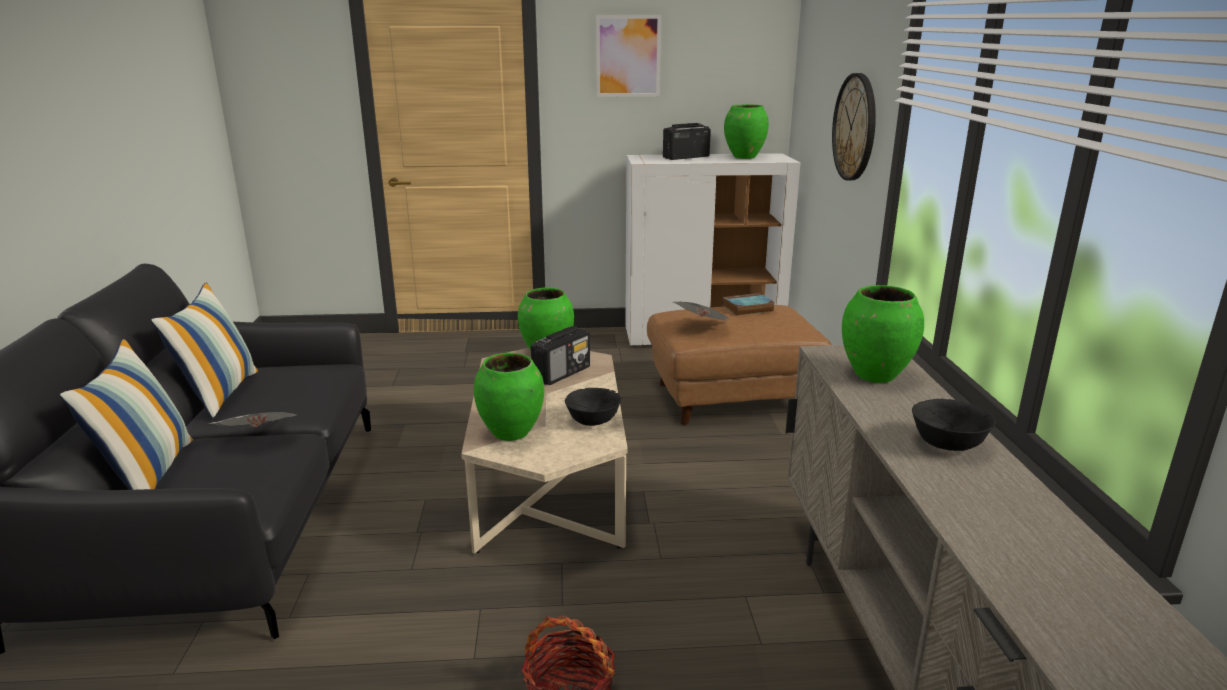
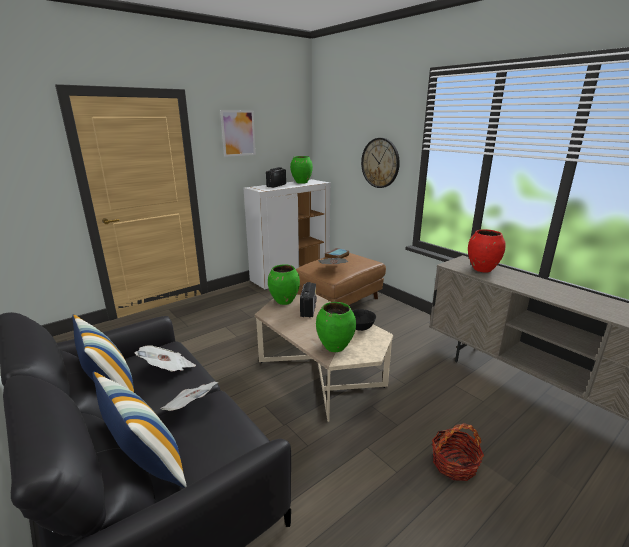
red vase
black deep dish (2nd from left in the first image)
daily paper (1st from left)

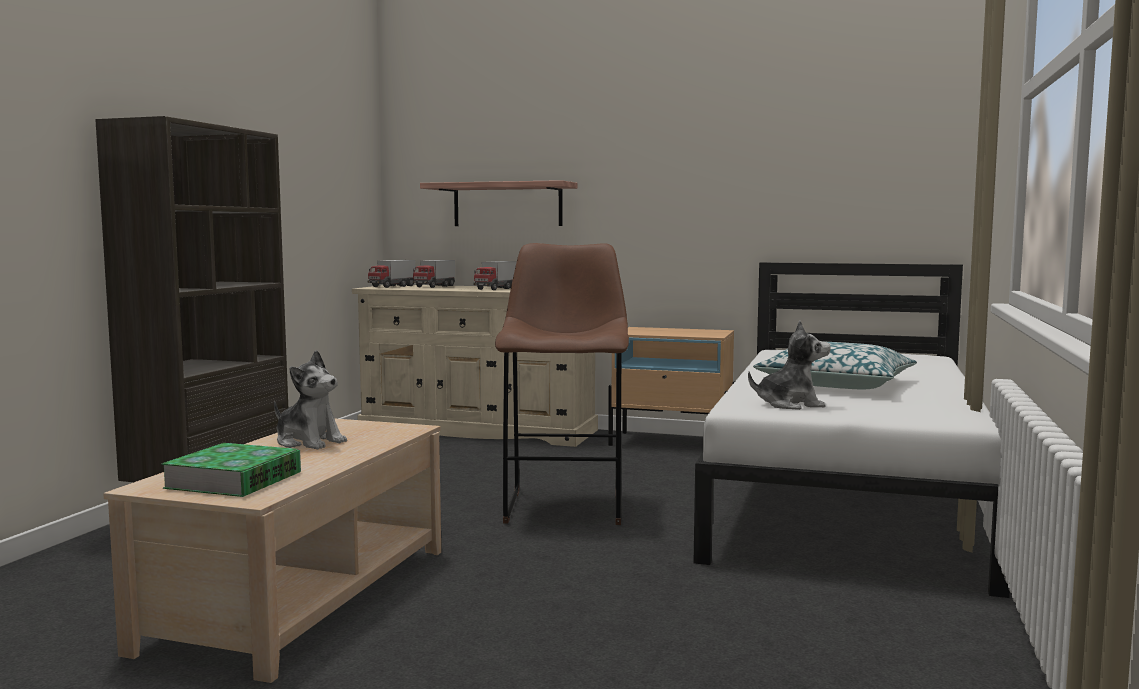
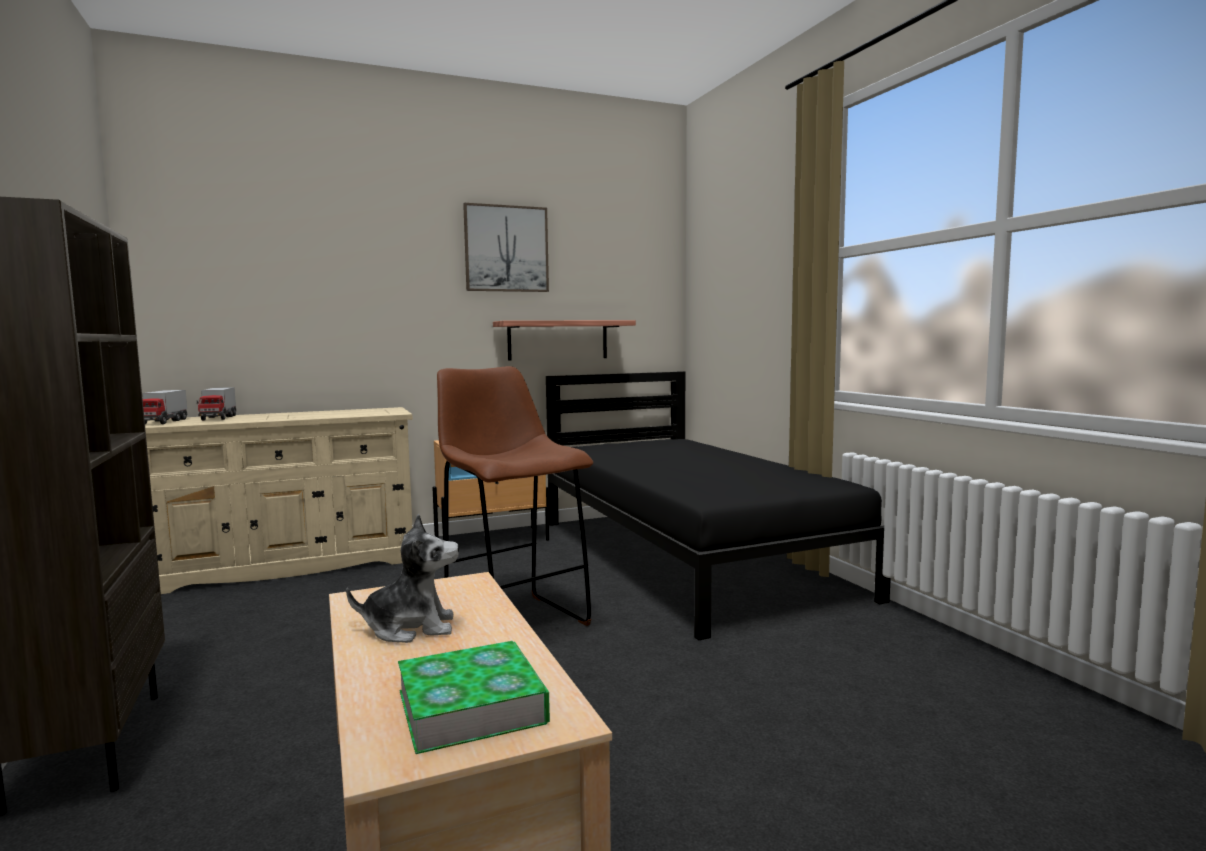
wall shelf
toy lorry (3rd from left in the first image)
black bedroom bed
plush toy (2nd from left in the first image)
pillow
picture

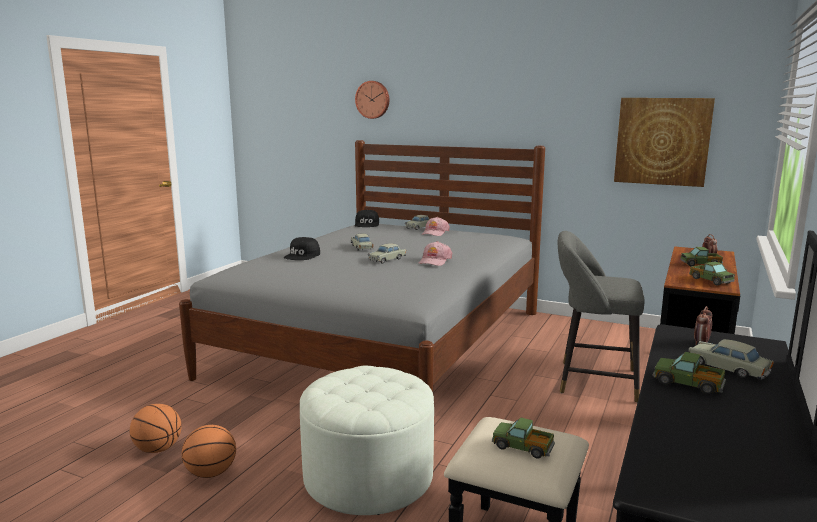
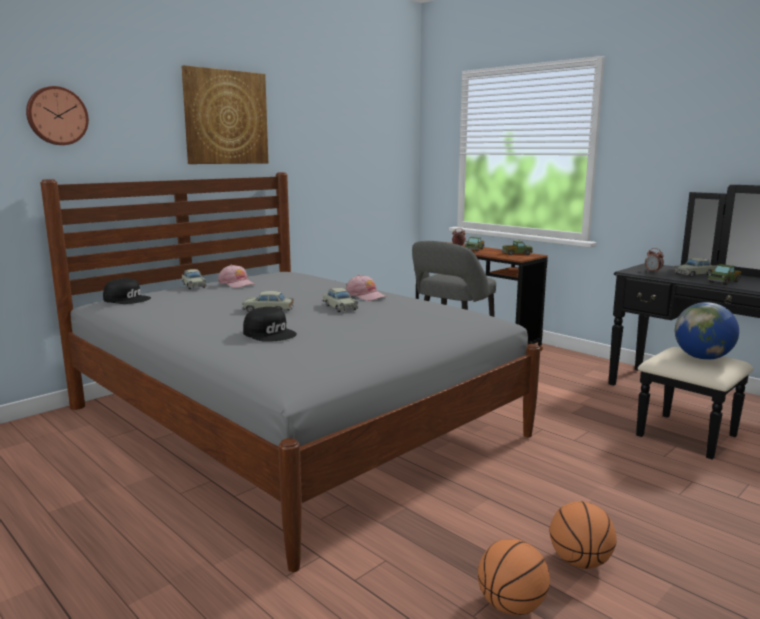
picture
whitish footrest
globe

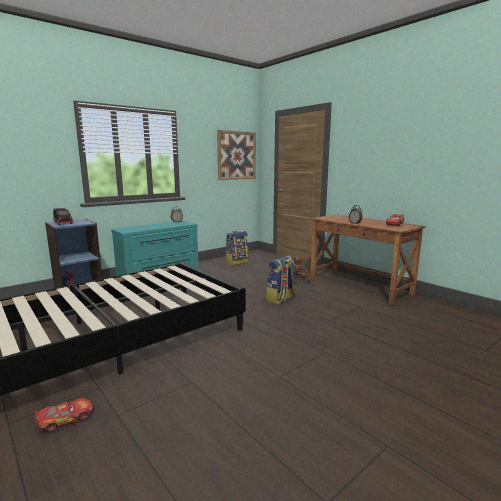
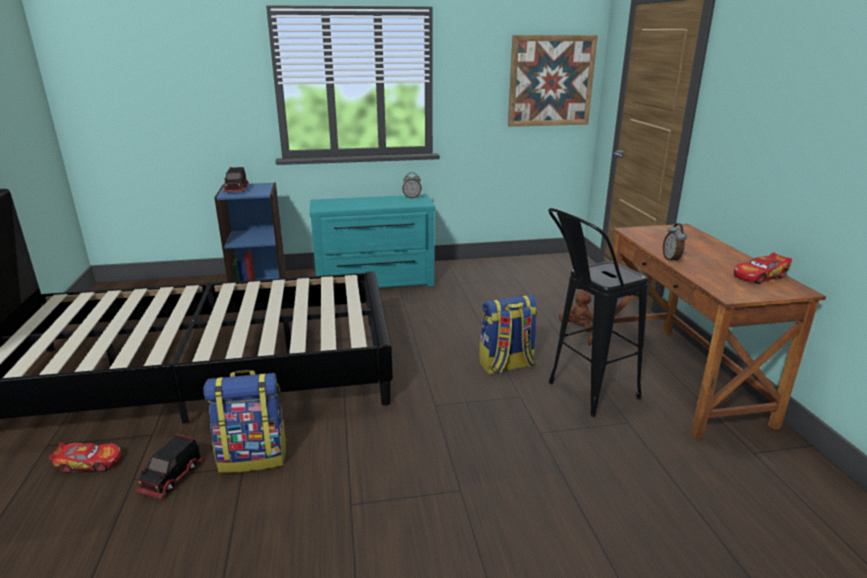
rucksack (1st from left)
black stool seat
toy lorry (1st from left)

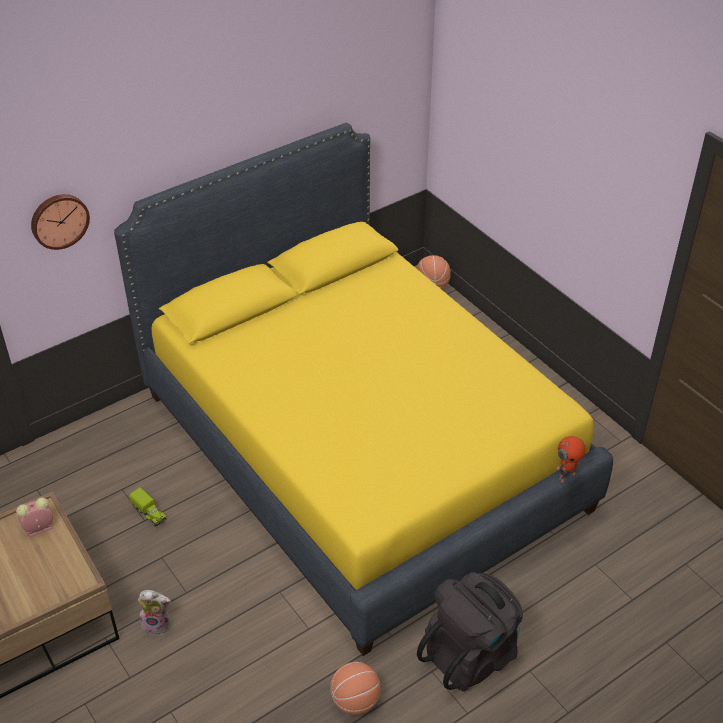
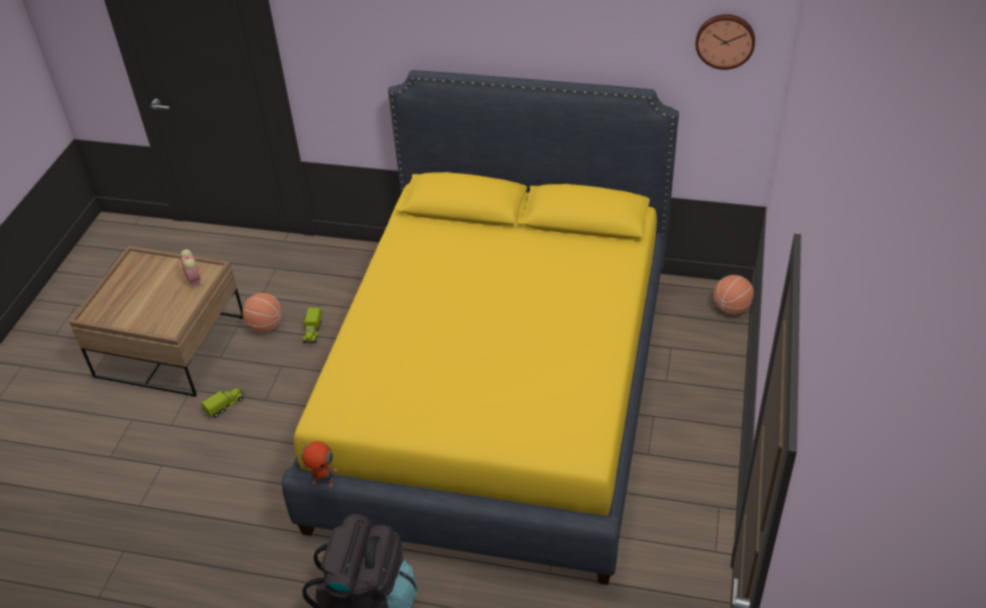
hanging clock
robot figure
bedside clock
toy lorry (1st from left)
basketball ball (1st from left)

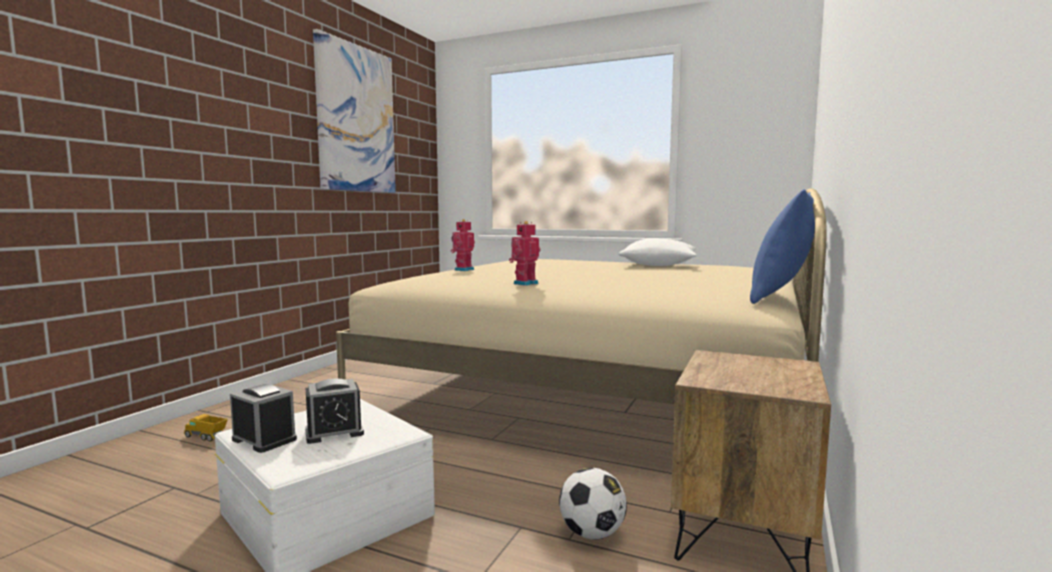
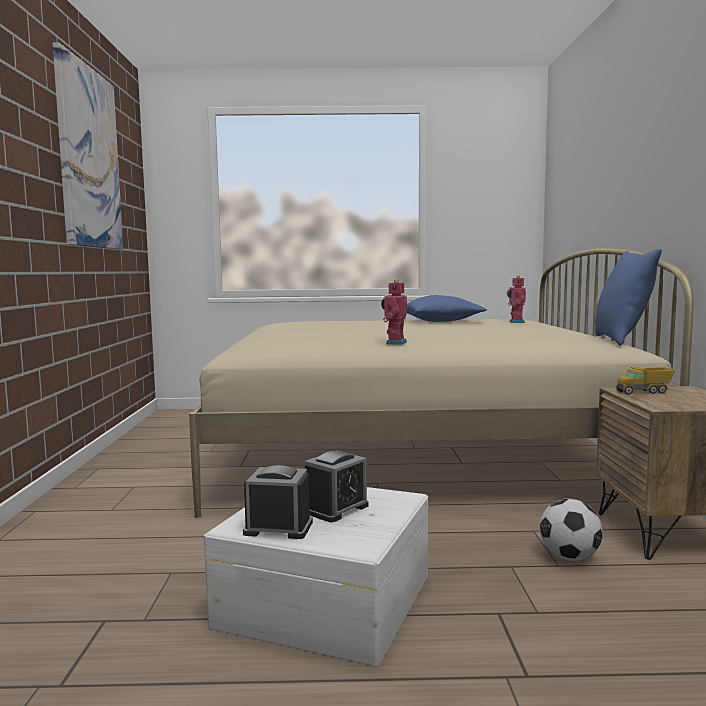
robot figure (2nd from left)
blue-coloured pillow (1st from left)
toy lorry

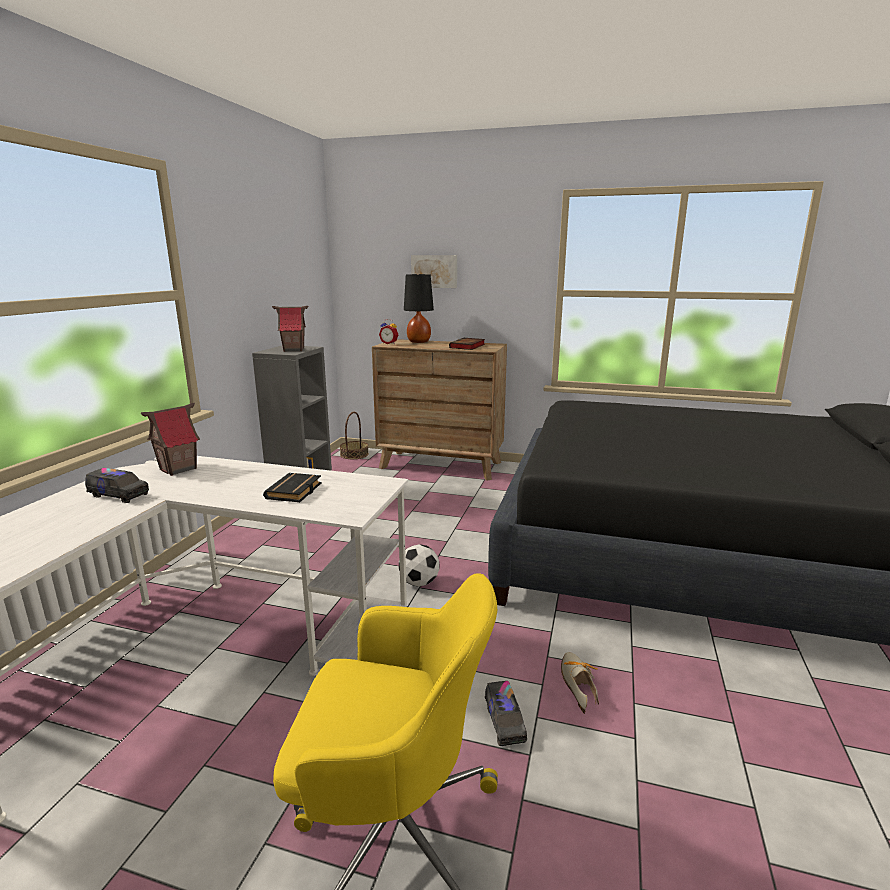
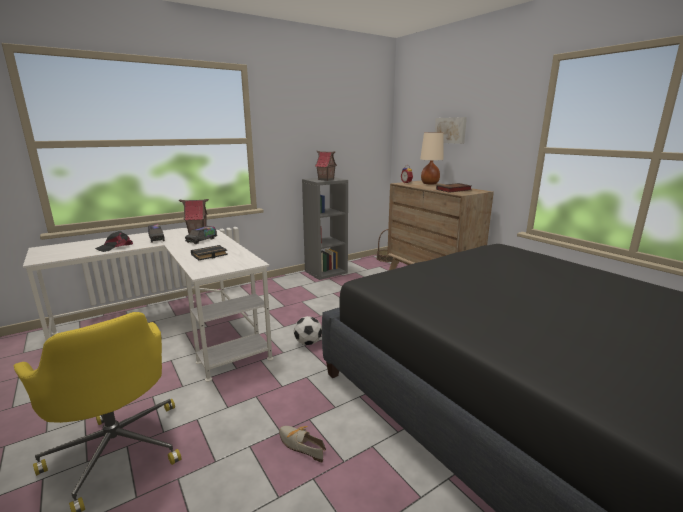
sand-coloured table lamp
item of footwear
toy lorry (2nd from left)
black cap

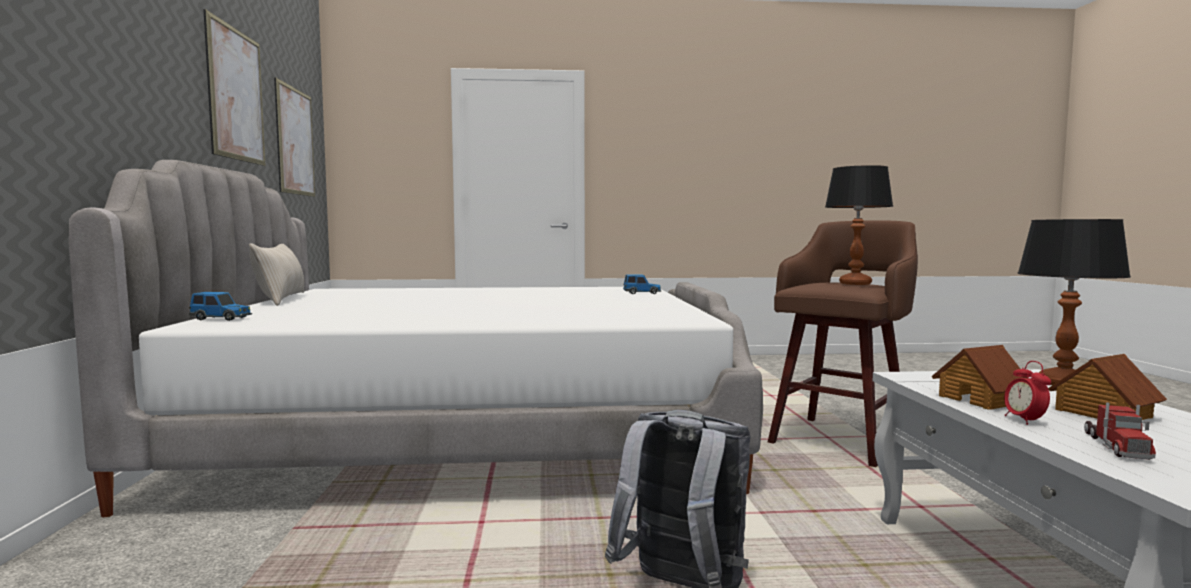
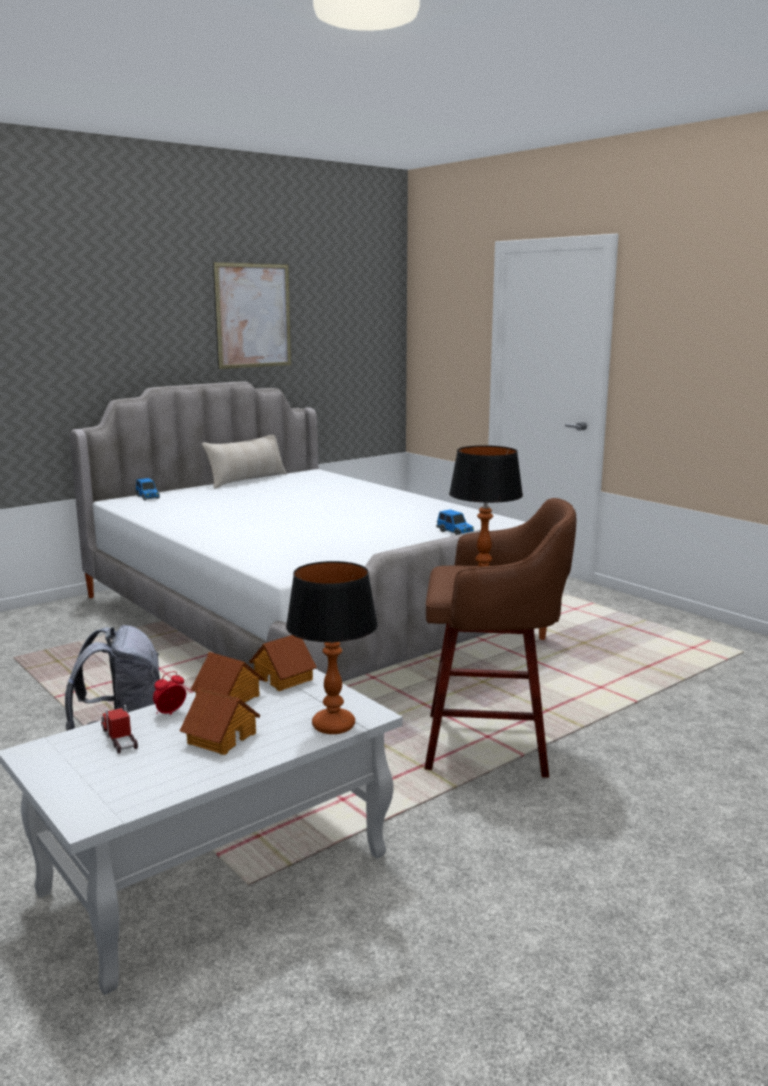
picture (2nd from left in the first image)
toy lorry
model house (3rd from left)

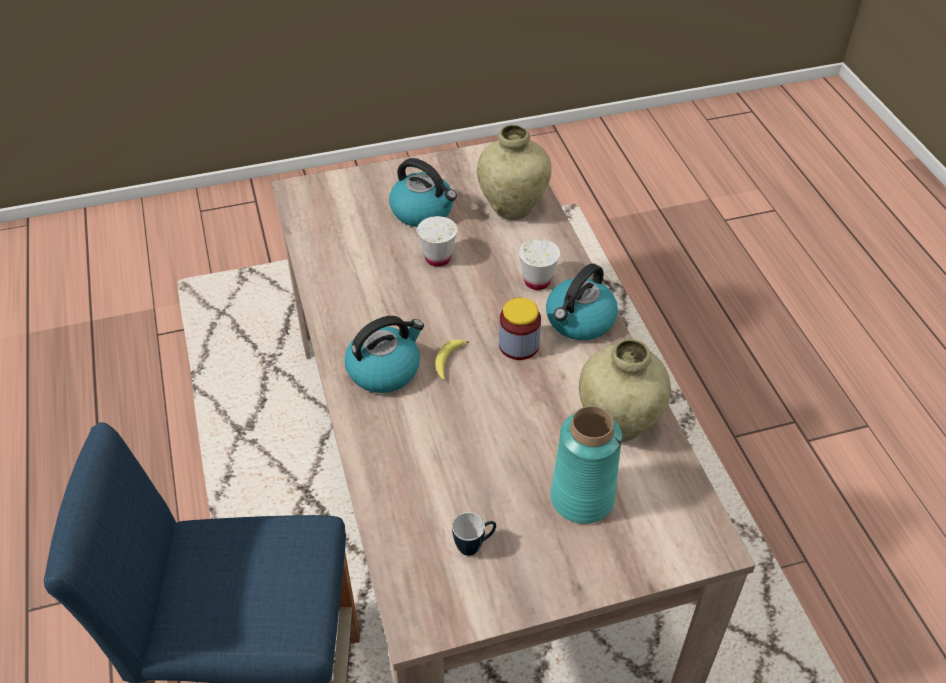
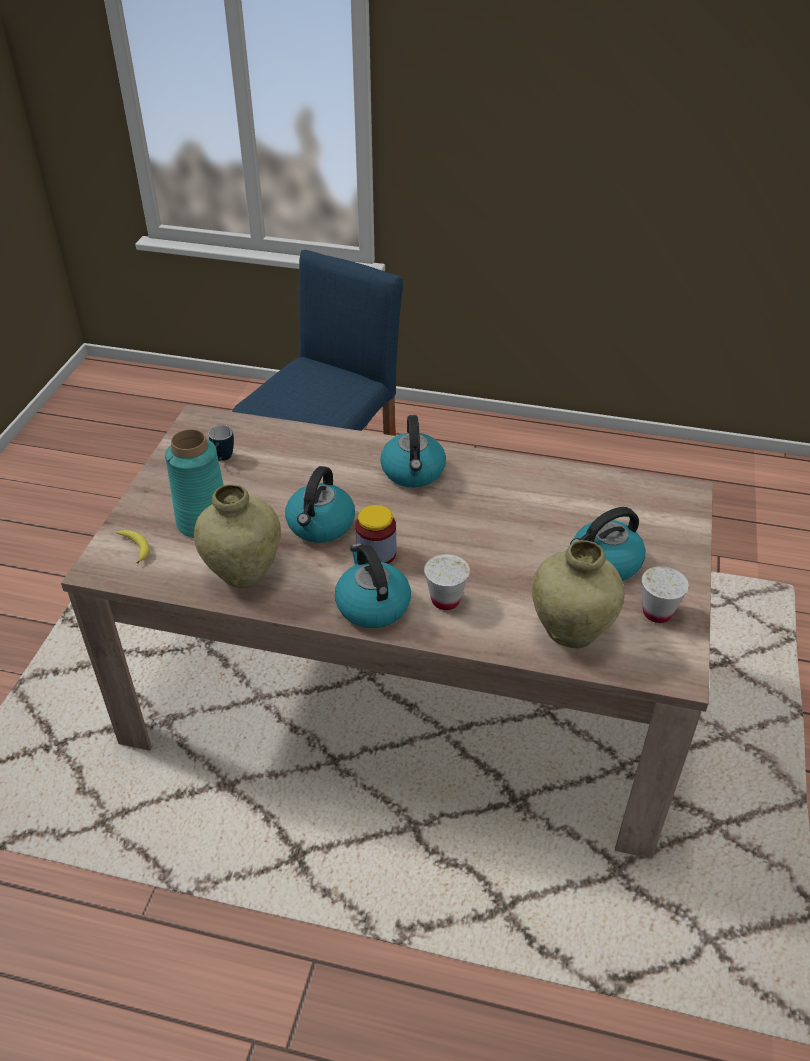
whitish cup (2nd from left)
banana
water kettle (1st from left)

